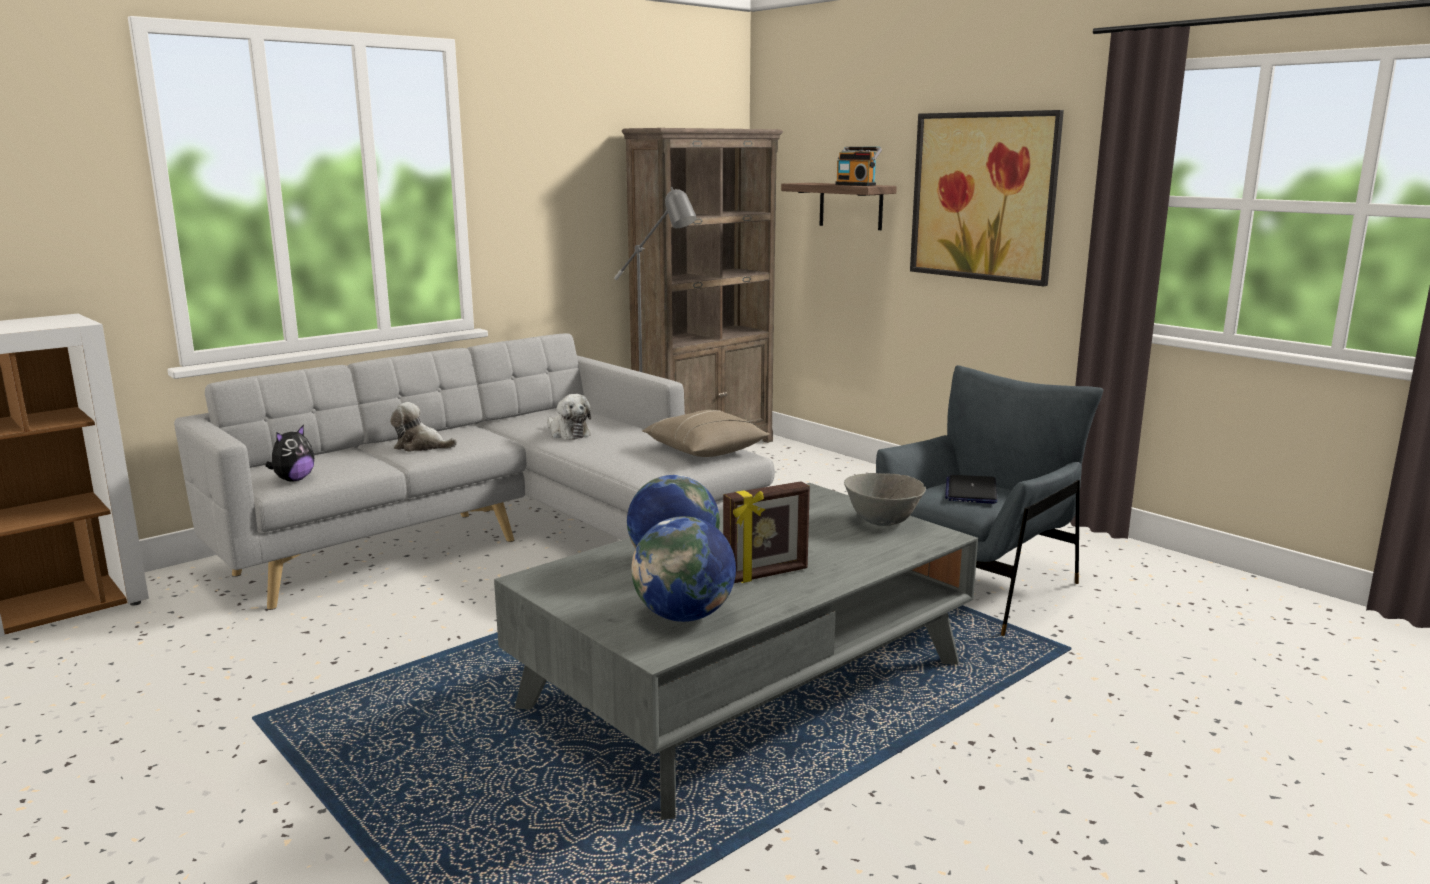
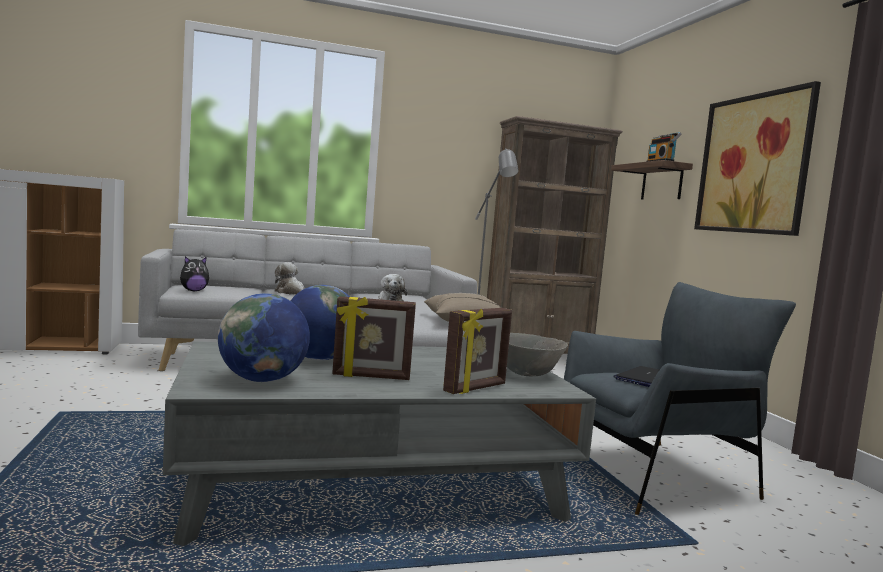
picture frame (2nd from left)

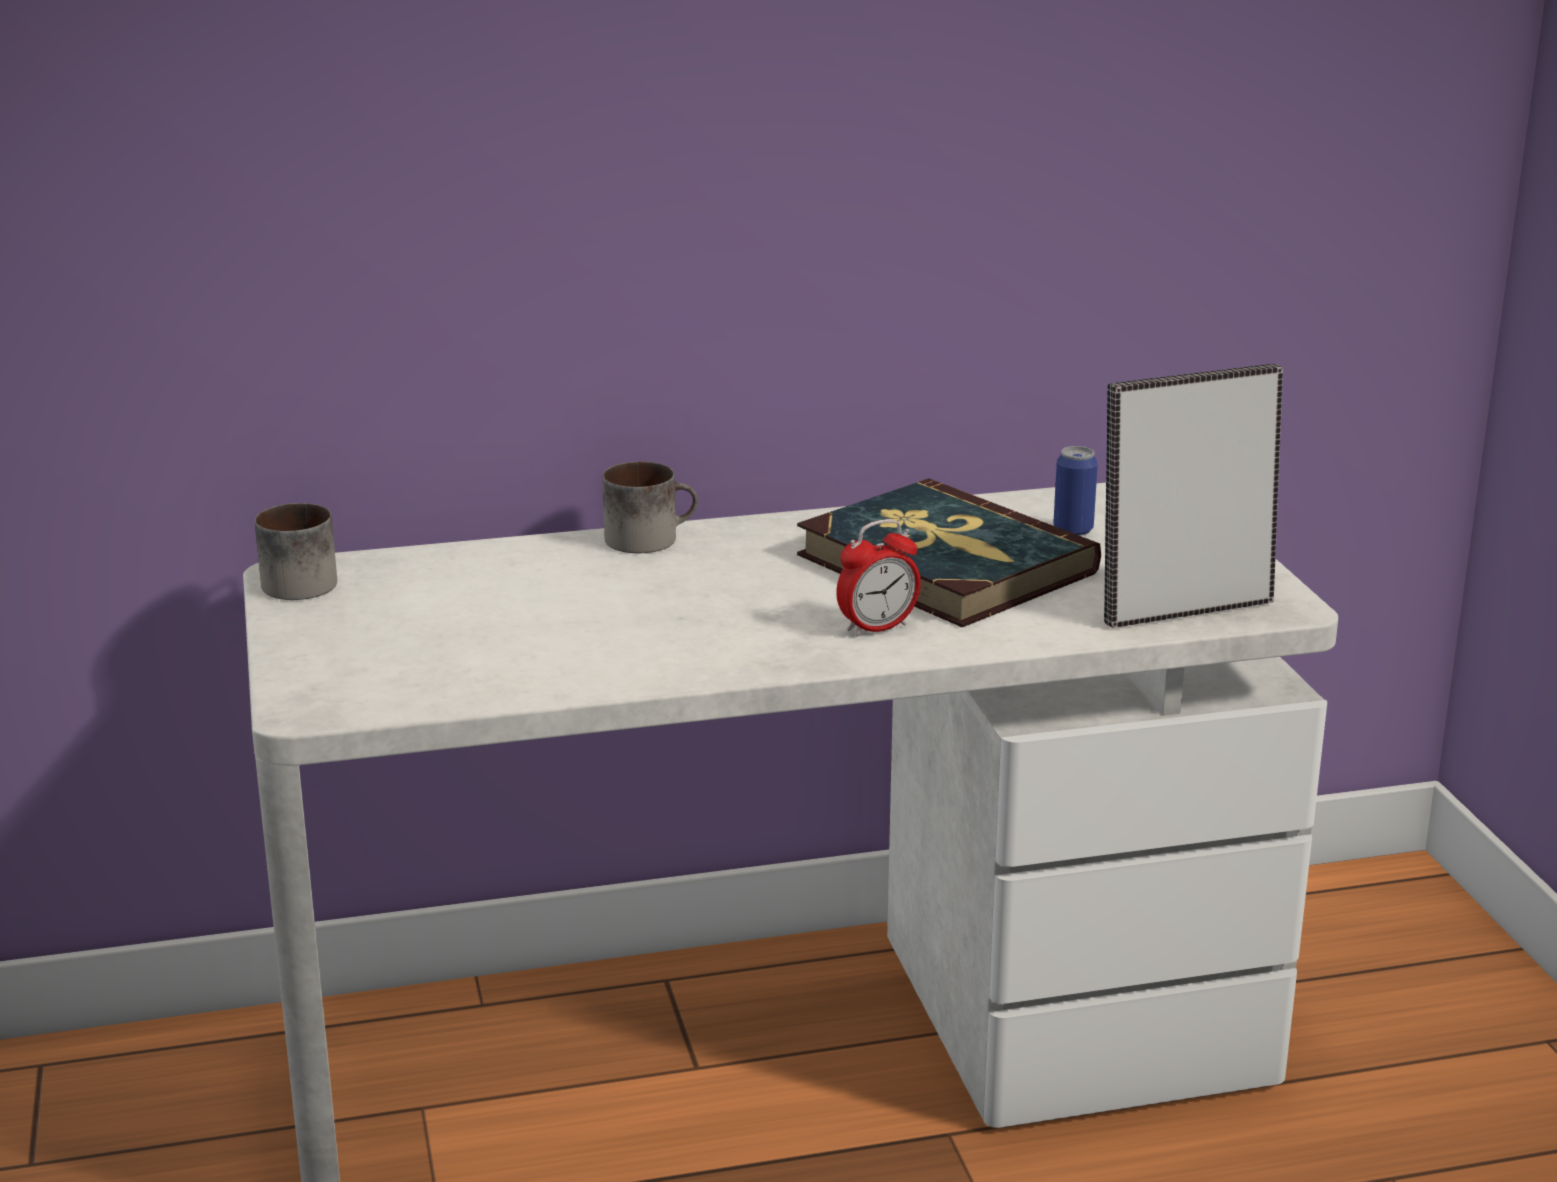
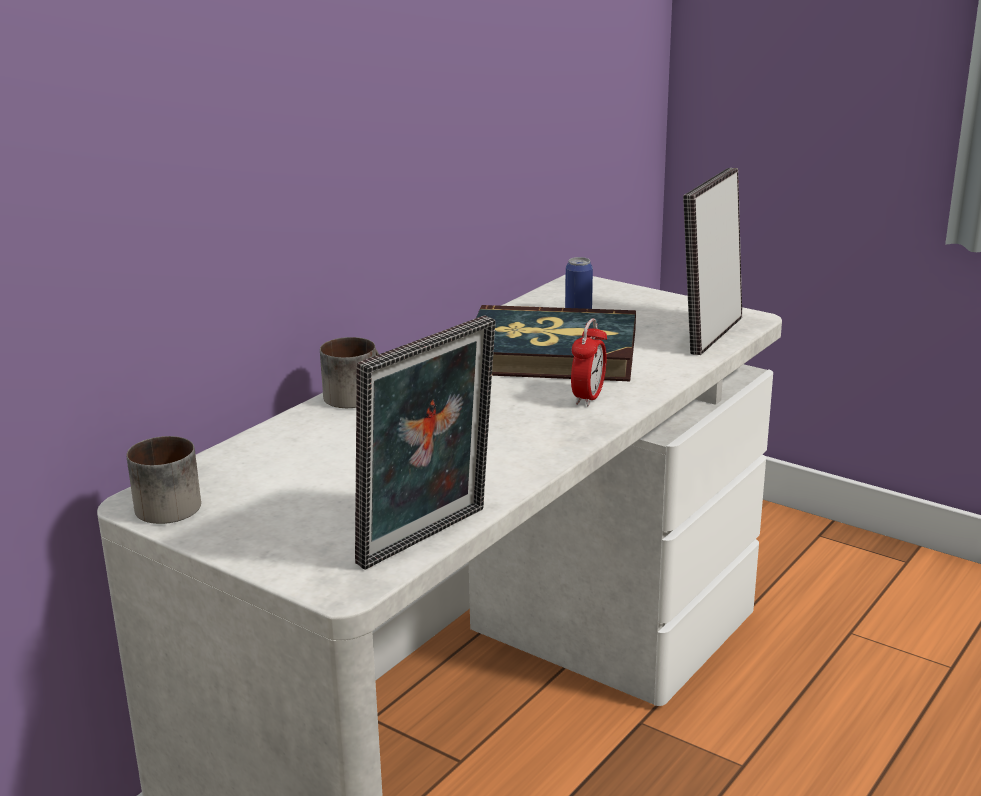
picture frame (1st from left)

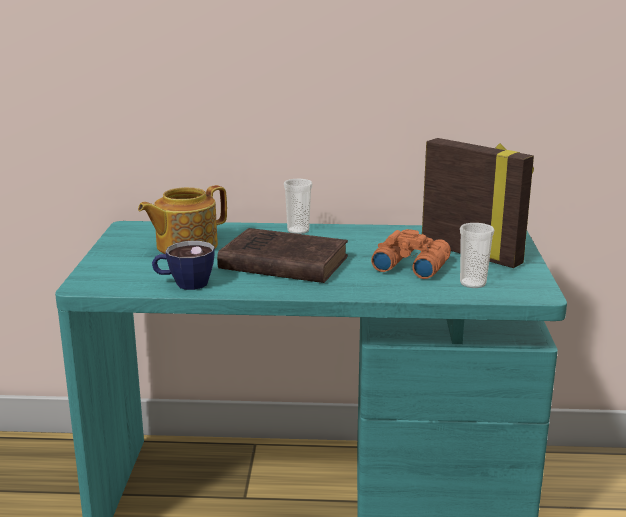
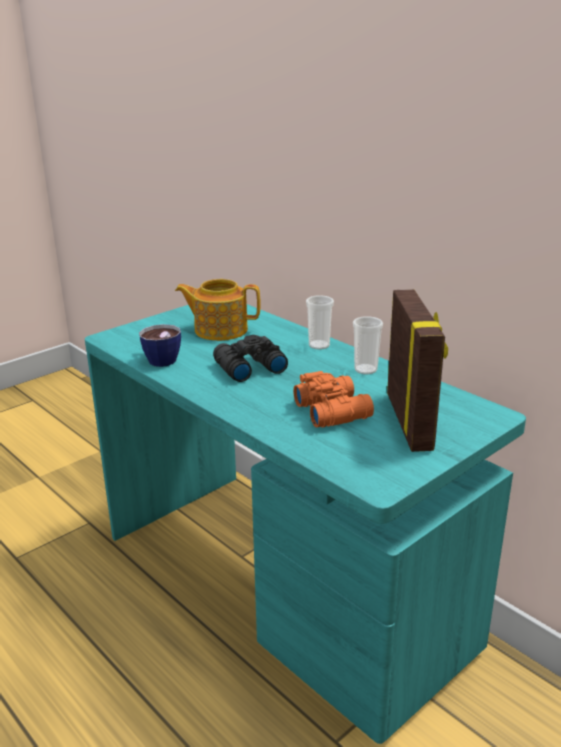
cup (3rd from left)
black field glasses

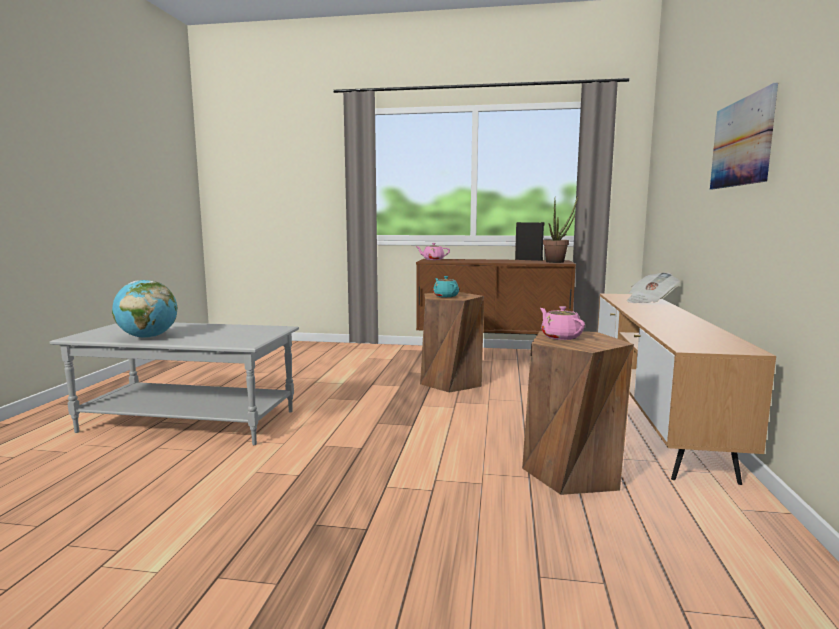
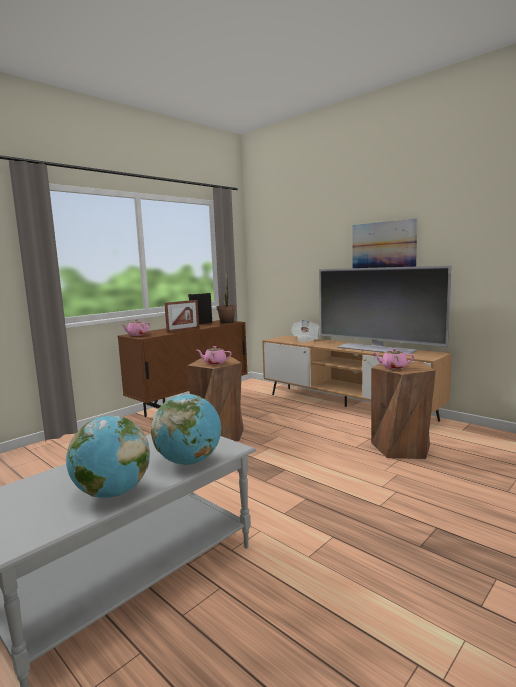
pink pot for tea (2nd from left)
TV
picture frame
globe (2nd from left)

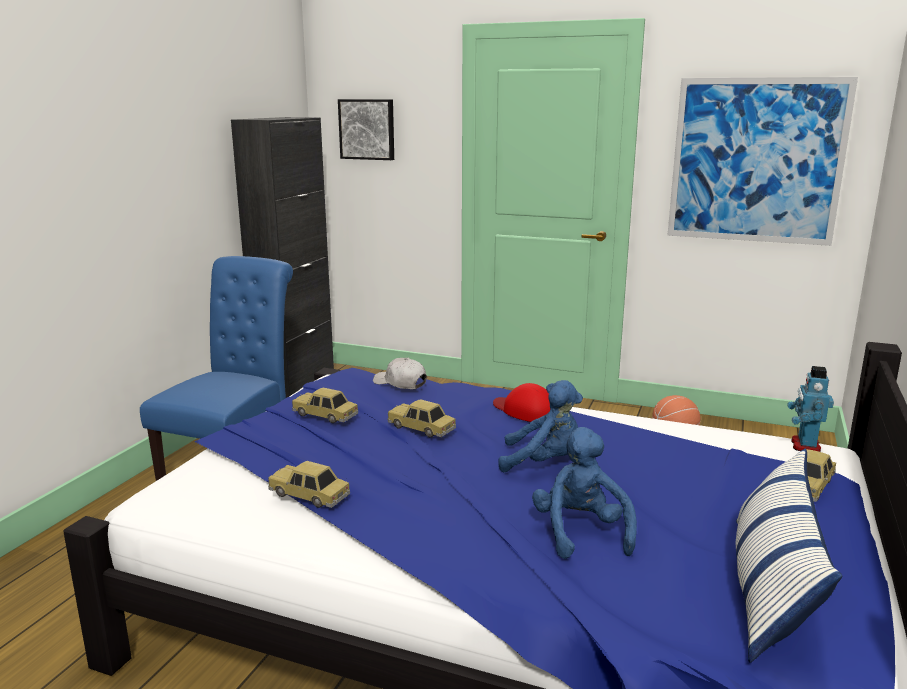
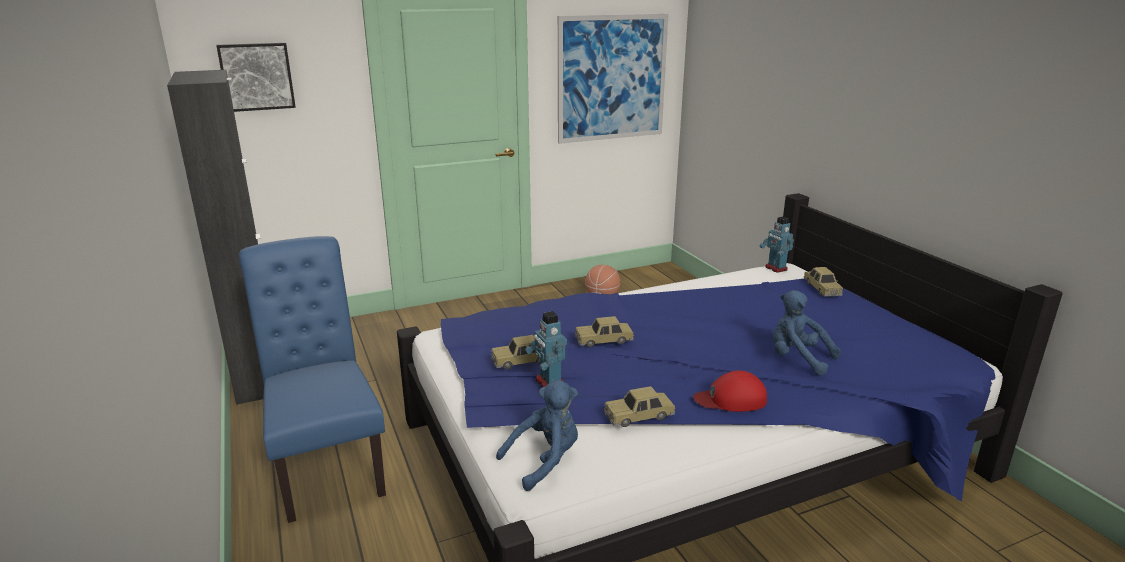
whitish cap
blue-coloured plush toy (1st from left)
red cap
pillow
robot figure (1st from left)

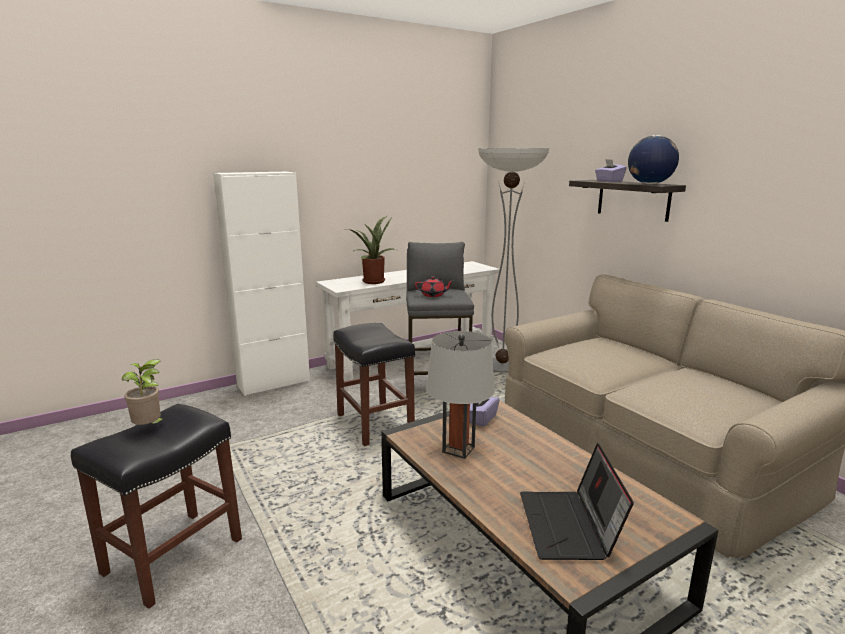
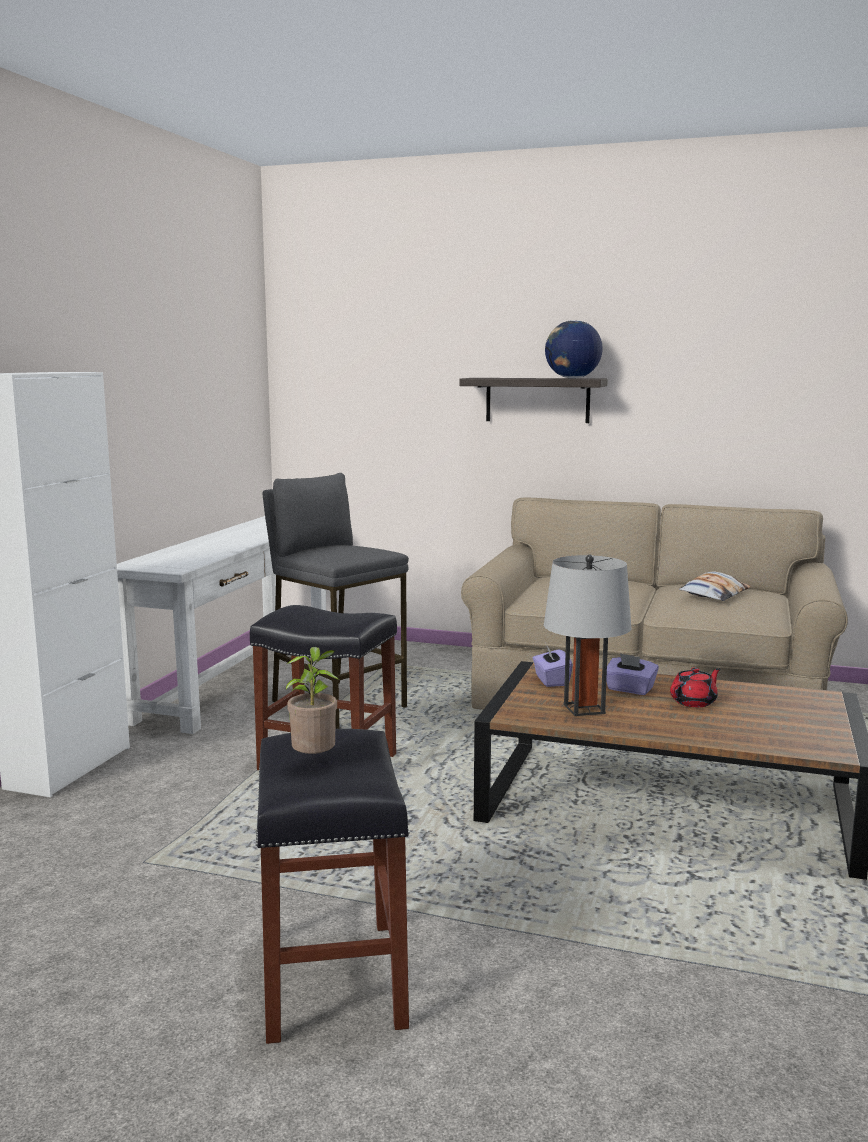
floor lamp
purplish box of tissues (2nd from left)
potted plant (2nd from left in the first image)
red pot for tea
portable computer
pillow

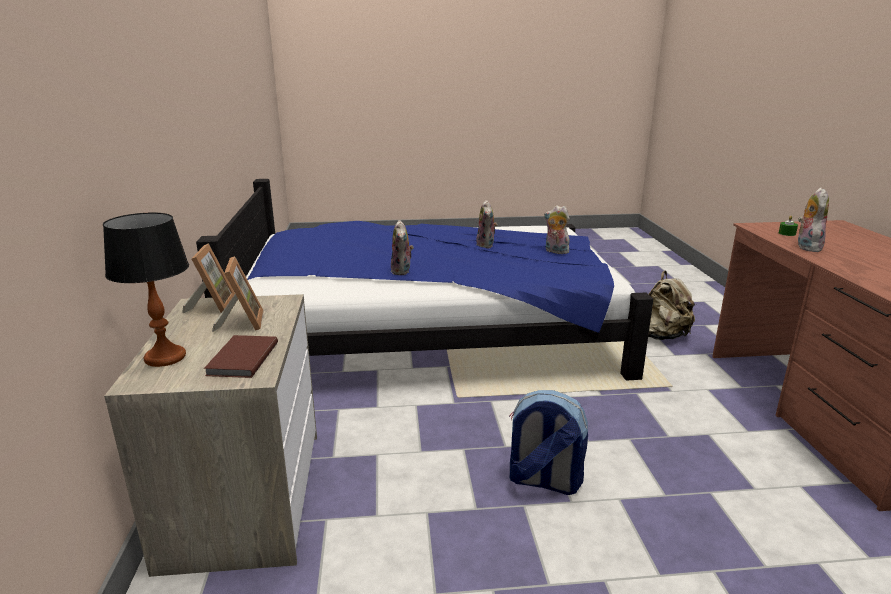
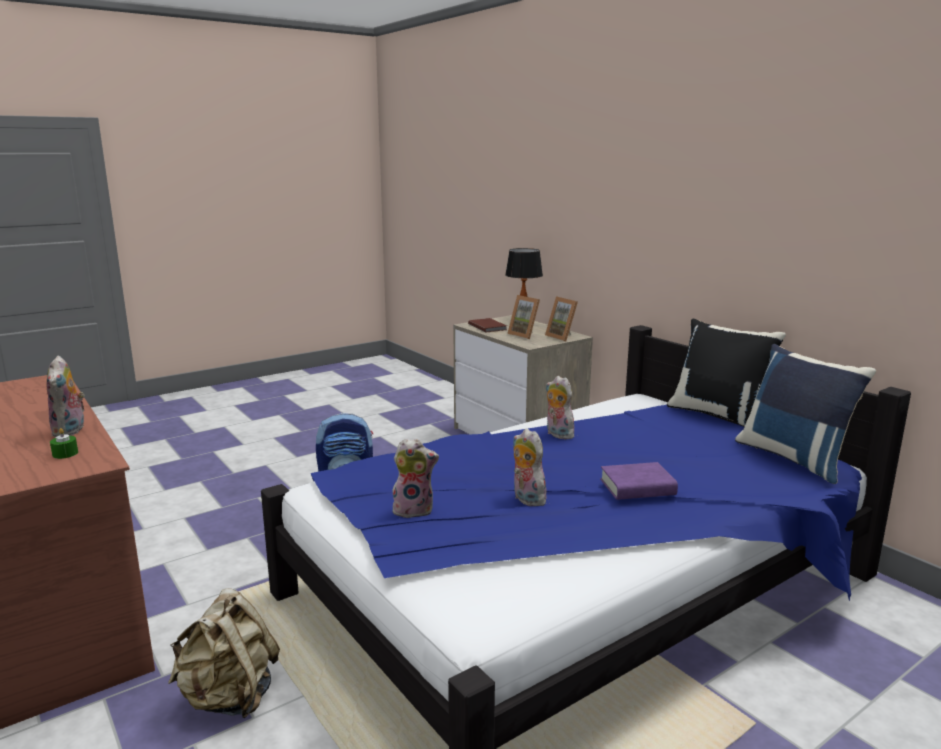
black pillow
blue-coloured pillow
purplish bound book

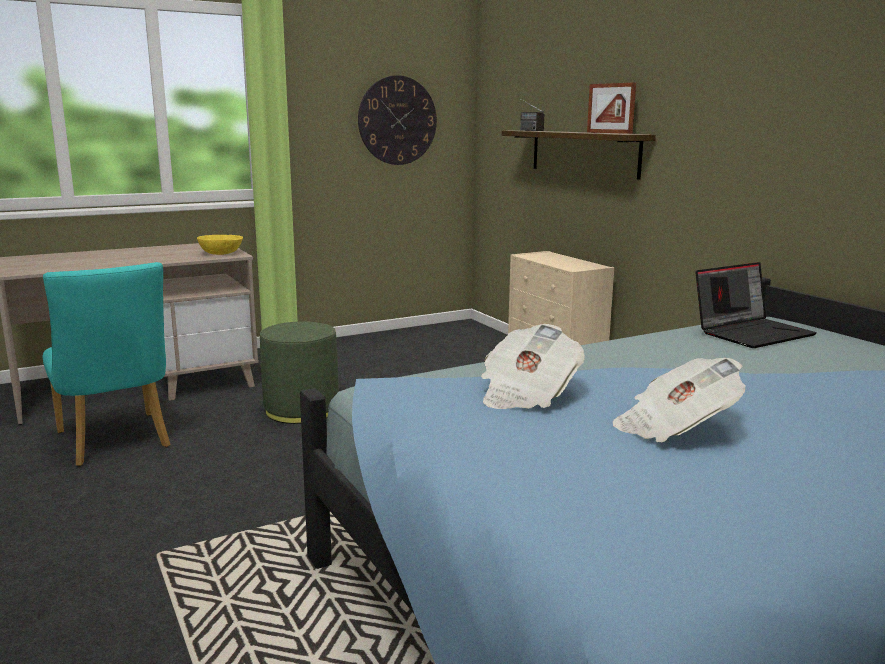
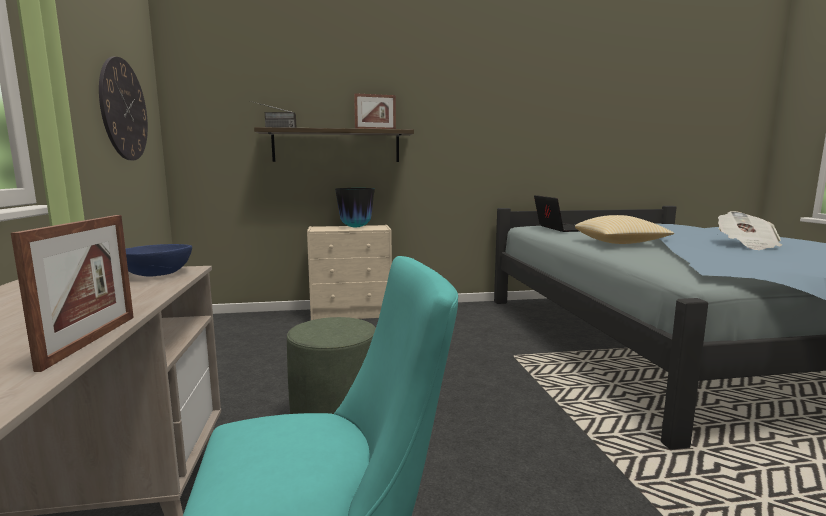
blue-coloured deep dish
daily paper (1st from left in the first image)
vase
picture frame (1st from left)
pillow

